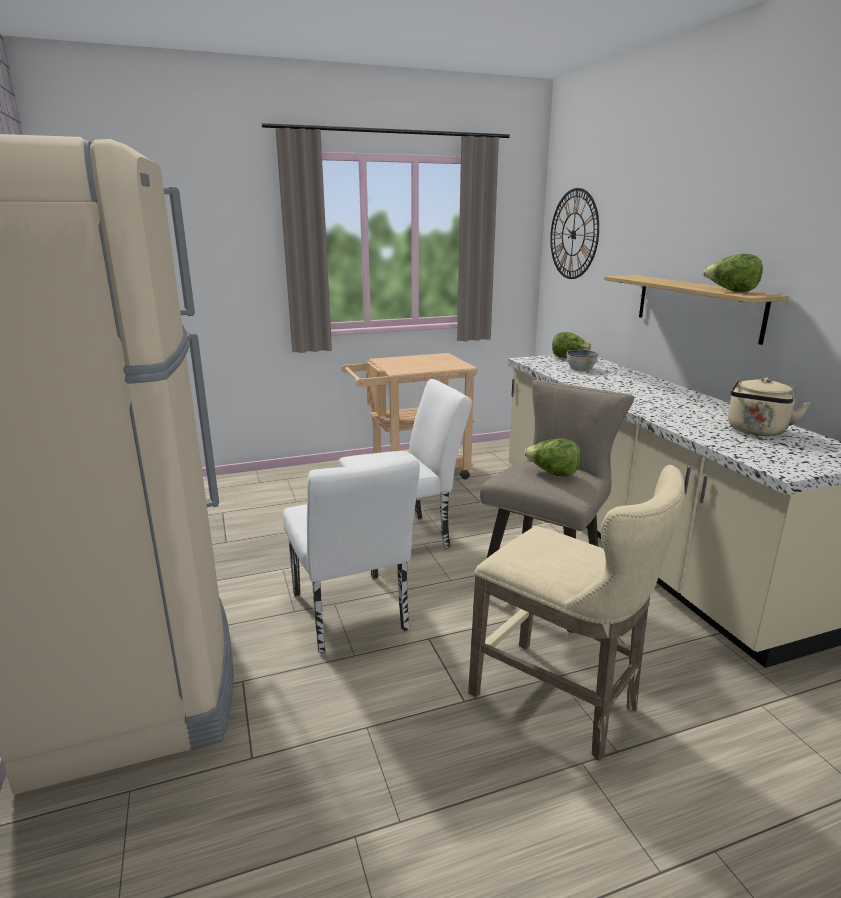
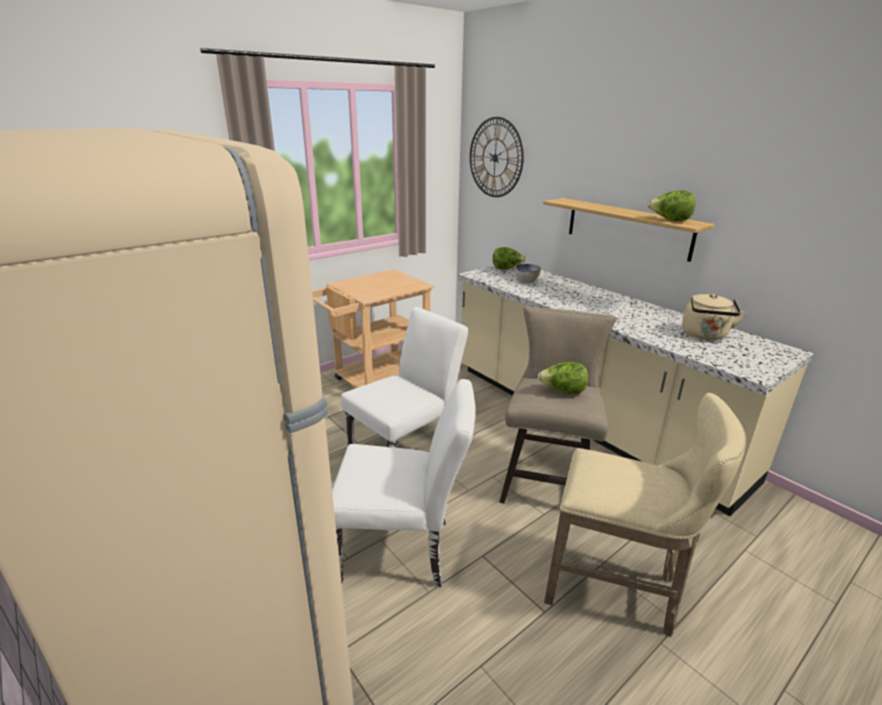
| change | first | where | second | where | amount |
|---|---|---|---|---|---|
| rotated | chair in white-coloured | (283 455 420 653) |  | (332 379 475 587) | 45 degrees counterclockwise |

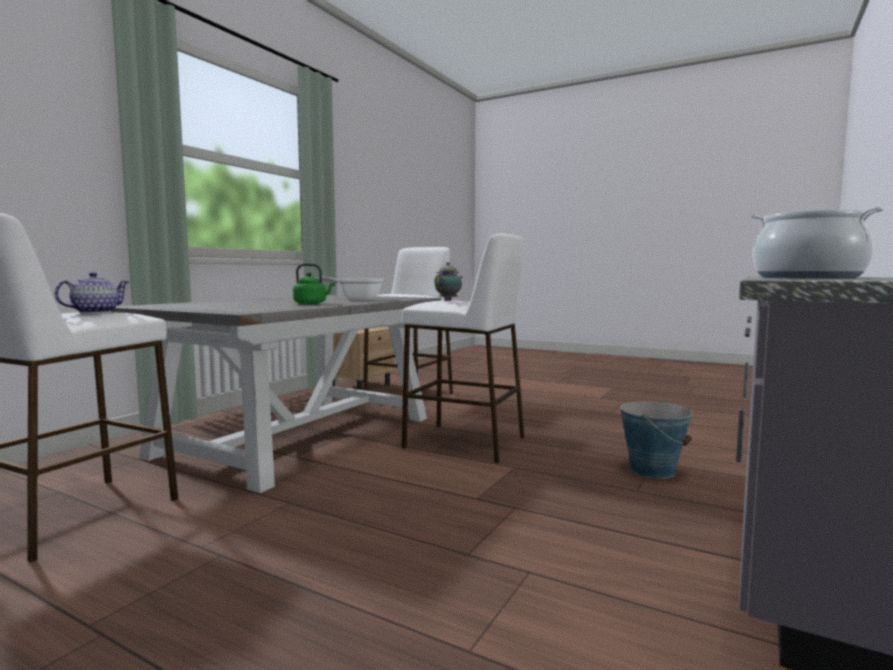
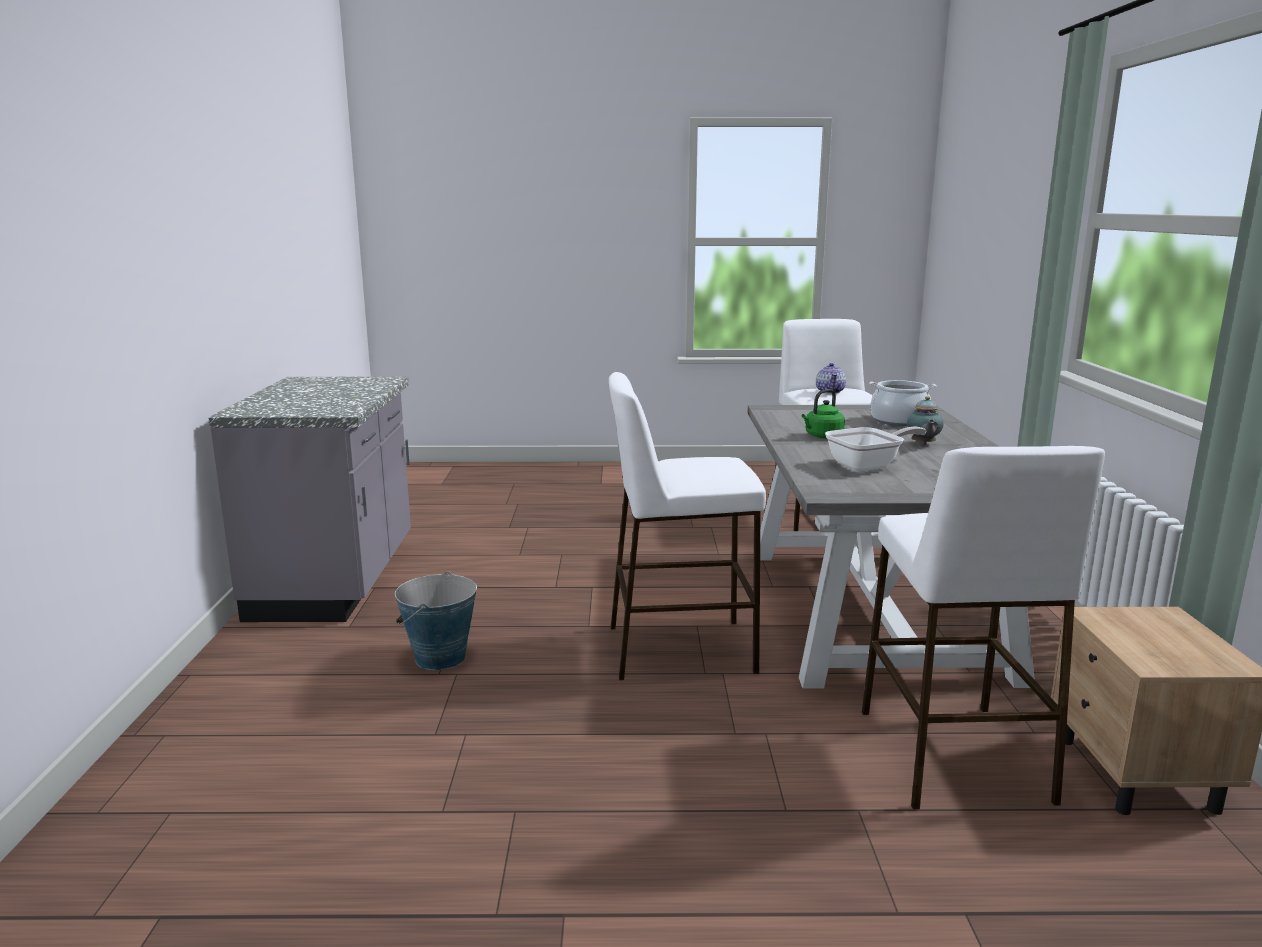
| change | first | where | second | where | amount |
|---|---|---|---|---|---|
| shifted | tea pot | (434 262 463 301) |  | (907 396 944 445) |  |
| shifted | cooking pot | (750 207 884 278) |  | (869 380 937 426) |  |

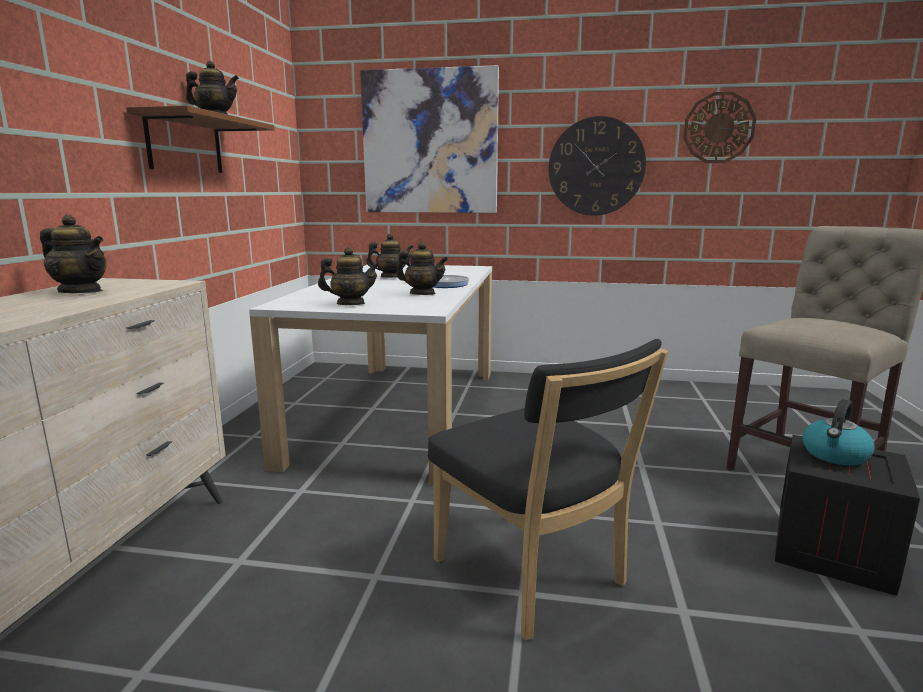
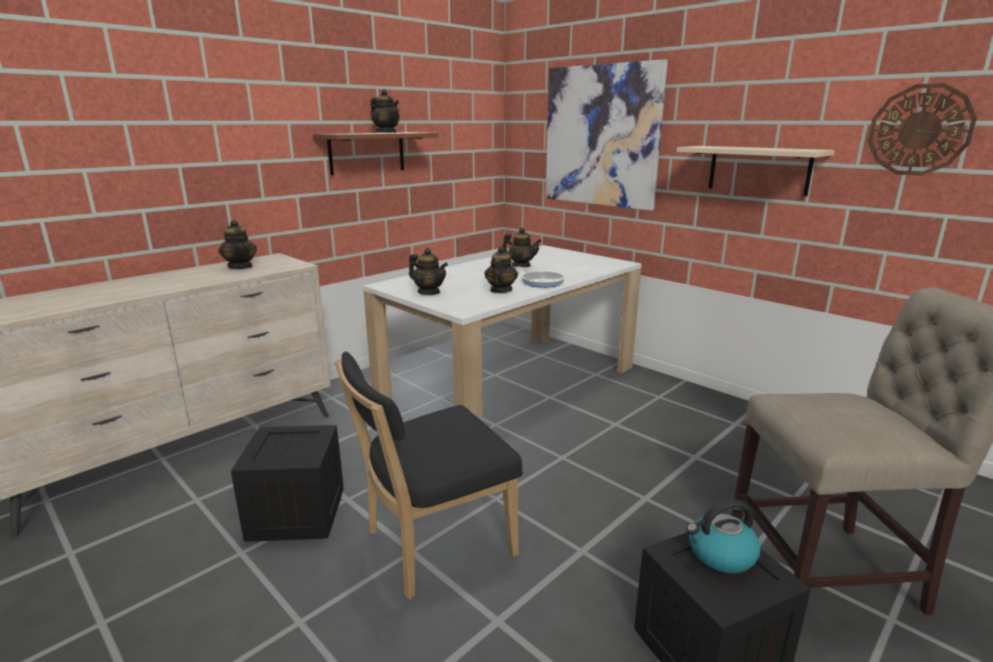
| change | first | where | second | where | amount |
|---|---|---|---|---|---|
| rotated | tea pot | (396 242 448 295) |  | (485 246 518 293) | 135 degrees counterclockwise |
| rotated | chair in black | (428 339 668 640) |  | (335 351 523 600) | 60 degrees clockwise |
| swapped | wall clock | (549 116 646 216) | bracket shelf in sand-coloured | (676 146 835 196) |  |
| new |  |  | crate | (231 425 343 542) |  |

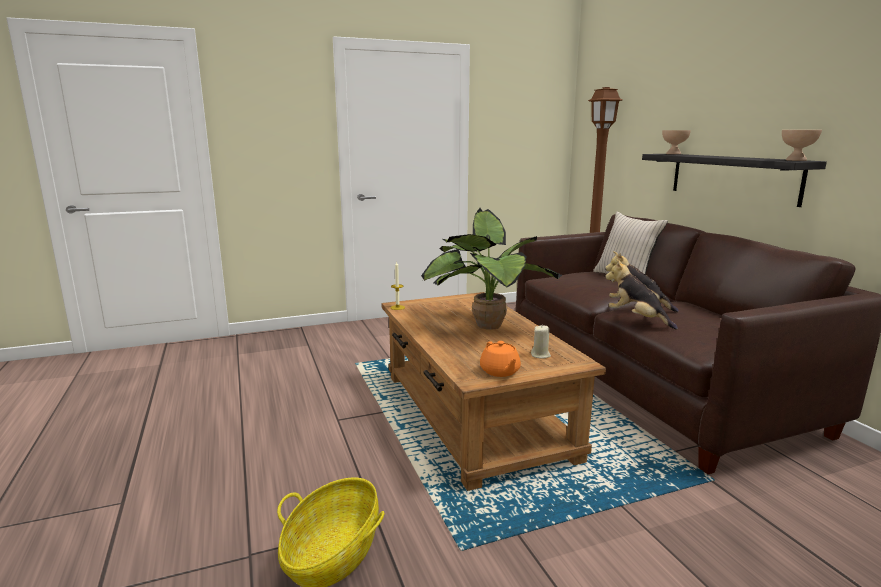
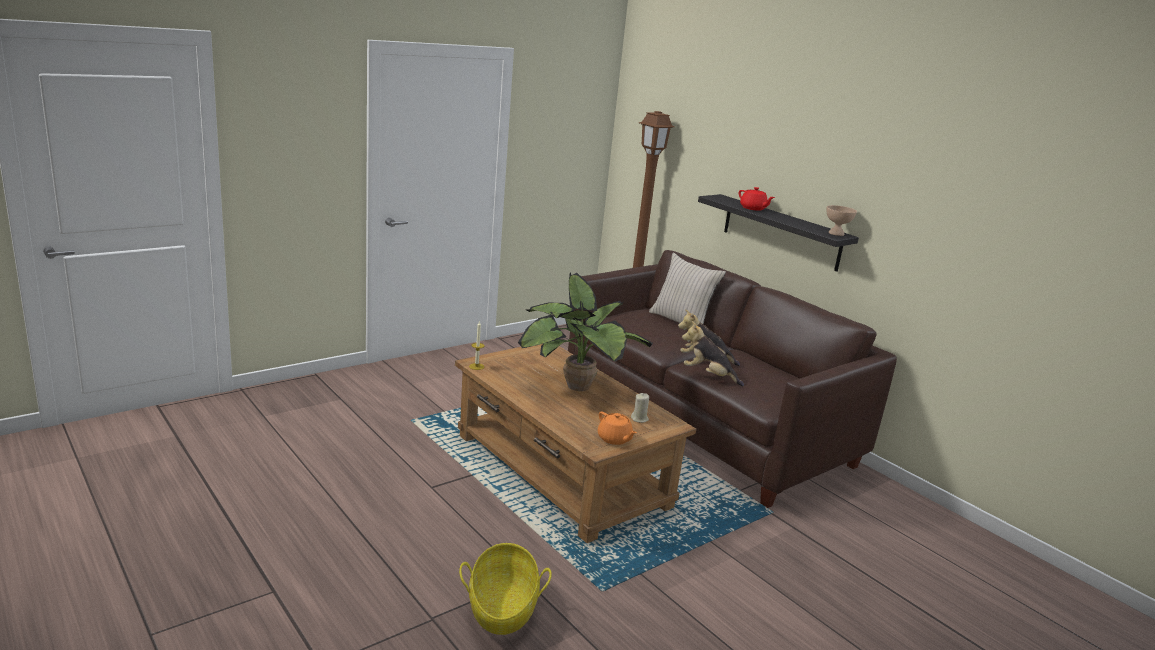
| change | first | where | second | where | amount |
|---|---|---|---|---|---|
| gone | deep dish in sand-coloured | (662 130 691 154) |  |  |  |
| new |  |  | tea pot in red | (739 187 775 211) |  |

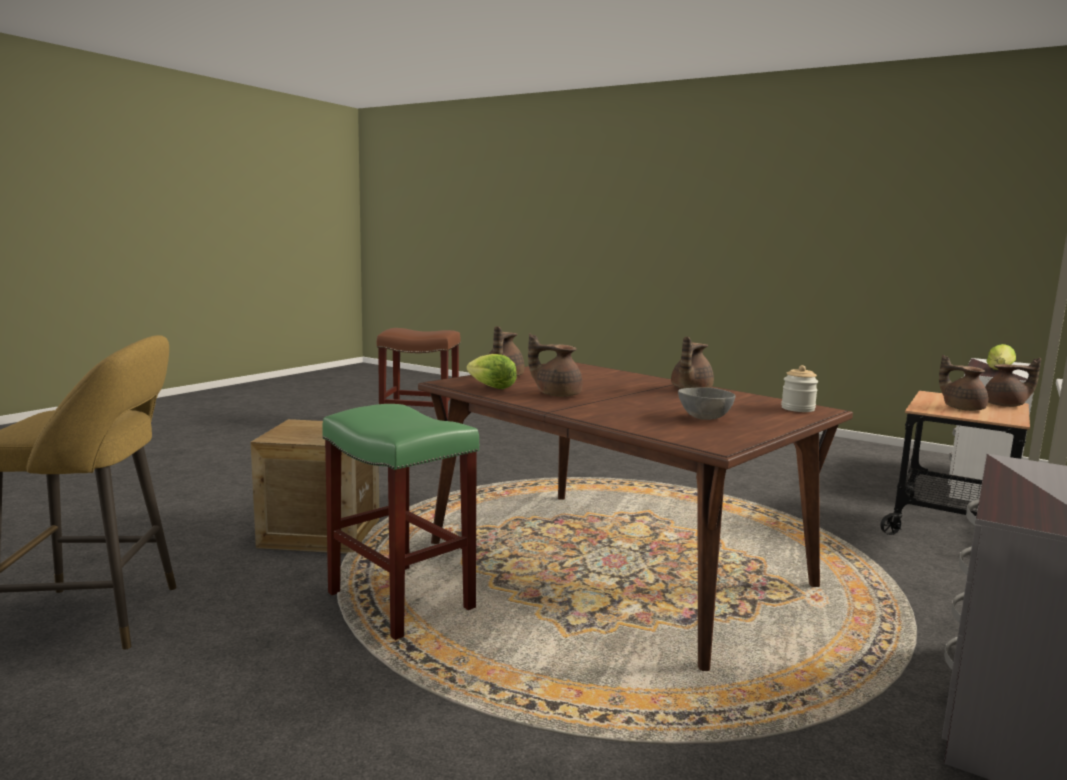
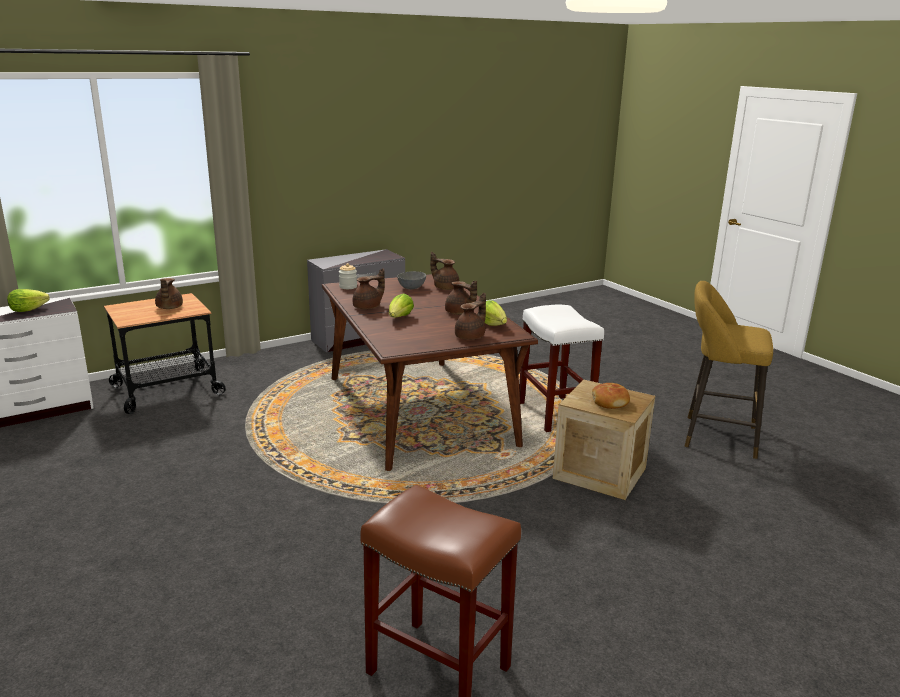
| change | first | where | second | where | amount |
|---|---|---|---|---|---|
| repainted | stool seat in greenish | (322 404 479 640) | stool seat in white-coloured | (519 305 604 432) |  |
| shifted | tea pot in brown | (985 358 1041 407) |  | (430 252 460 290) |  |
| new |  |  | lettuce | (389 293 414 318) |  |
| new |  |  | bread | (592 383 630 409) |  |

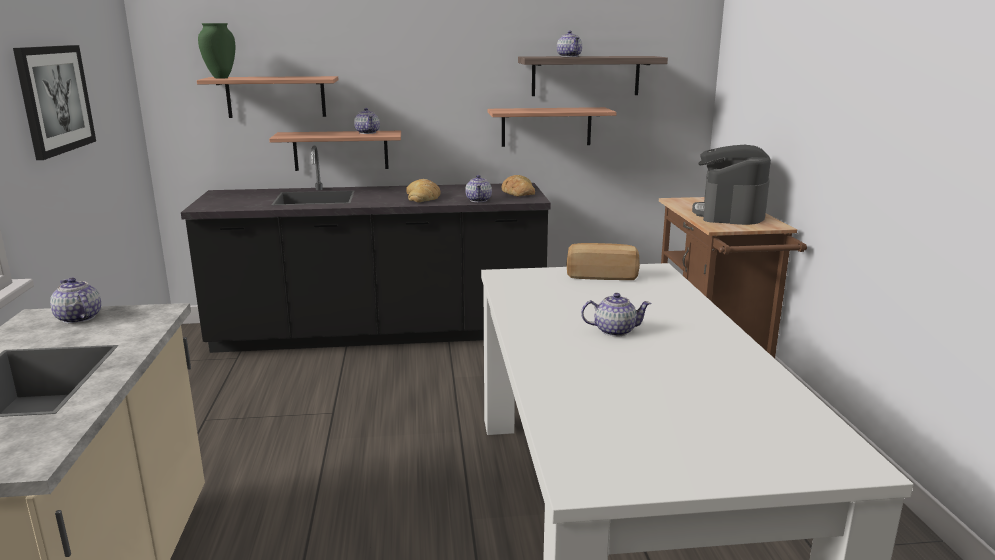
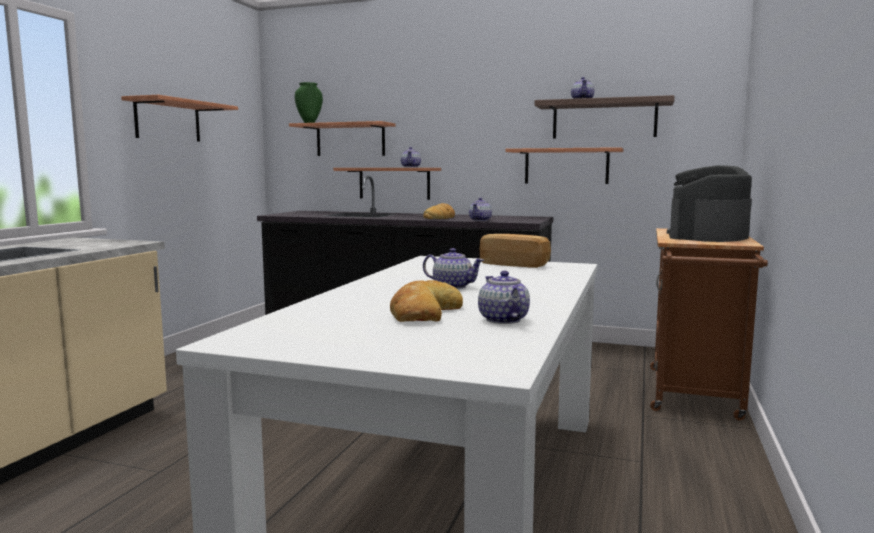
| change | first | where | second | where | amount |
|---|---|---|---|---|---|
| swapped | picture | (13 45 96 160) | bracket shelf | (121 95 238 142) |  |
| shifted | tea pot | (50 278 101 324) |  | (478 271 530 324) |  |
| shifted | bread | (501 175 535 196) |  | (390 280 463 322) |  |

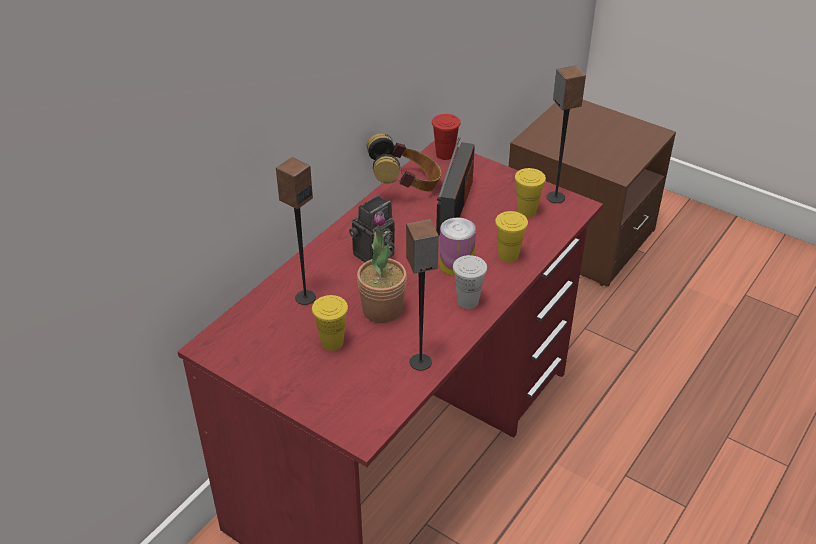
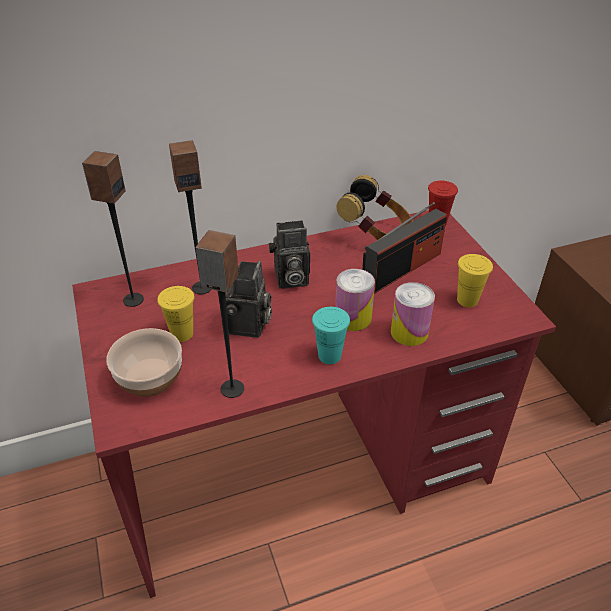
| change | first | where | second | where | amount |
|---|---|---|---|---|---|
| swapped | houseplant | (357 211 407 323) | still camera | (225 261 272 338) |  |
| repainted | small cup in white-coloured | (453 255 487 309) | small cup in blue-green | (312 307 350 364) |  |
| swapped | small cup in yellowish | (495 211 528 262) | can | (391 282 435 346) |  |
| shifted | loudspeaker | (547 66 586 203) |  | (82 151 144 307) |  |
| new |  |  | deep dish | (106 328 182 397) |  |

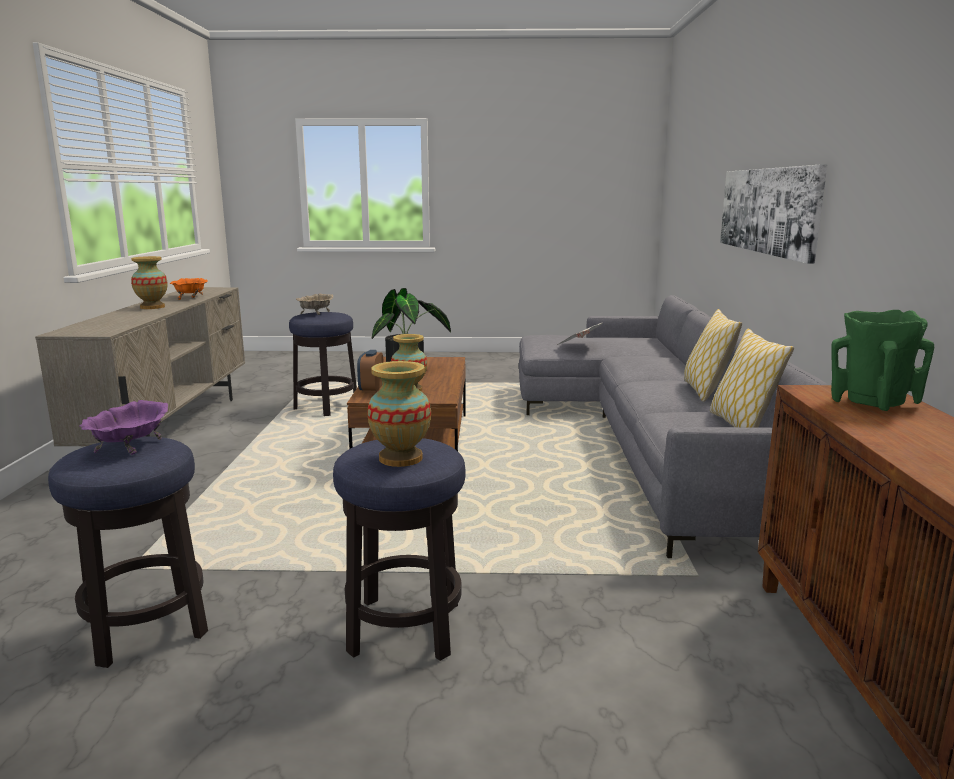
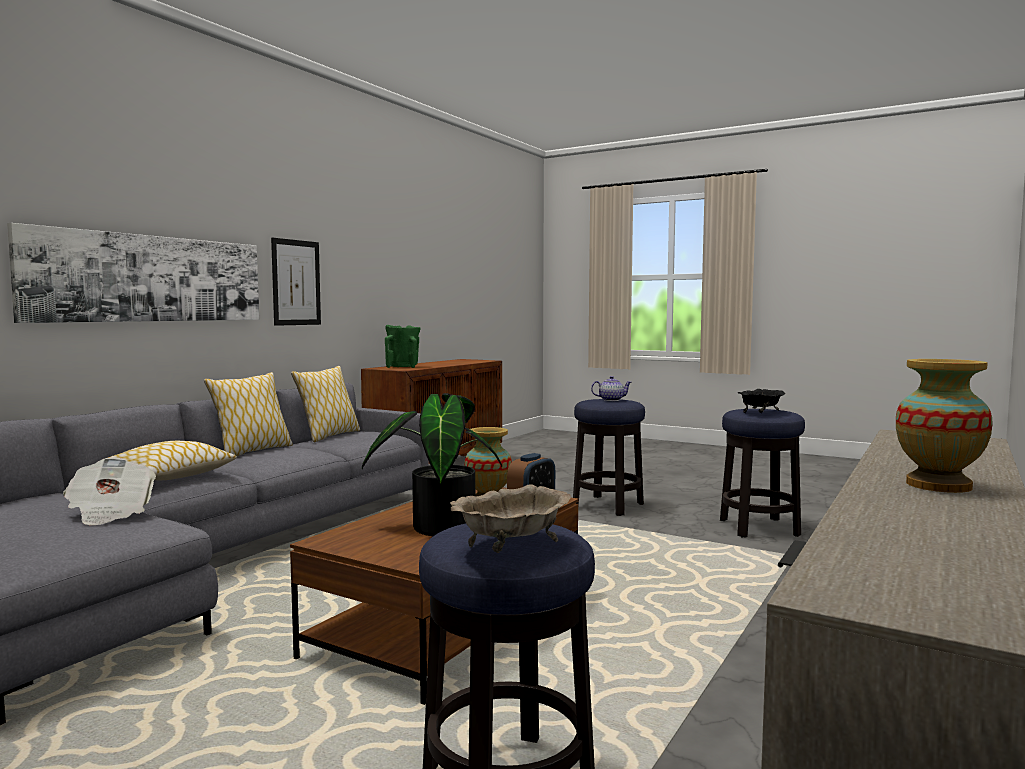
| change | first | where | second | where | amount |
|---|---|---|---|---|---|
| repainted | deep dish in purple-coloured | (80 400 168 455) | deep dish in black | (737 389 785 413) |  |
| gone | deep dish in orangey | (170 278 208 300) |  |  |  |
| swapped | flower vase | (367 361 431 467) | tea pot | (591 376 631 401) |  |
| new |  |  | pillow | (108 441 237 480) |  |
| new |  |  | picture | (271 238 321 326) |  |

